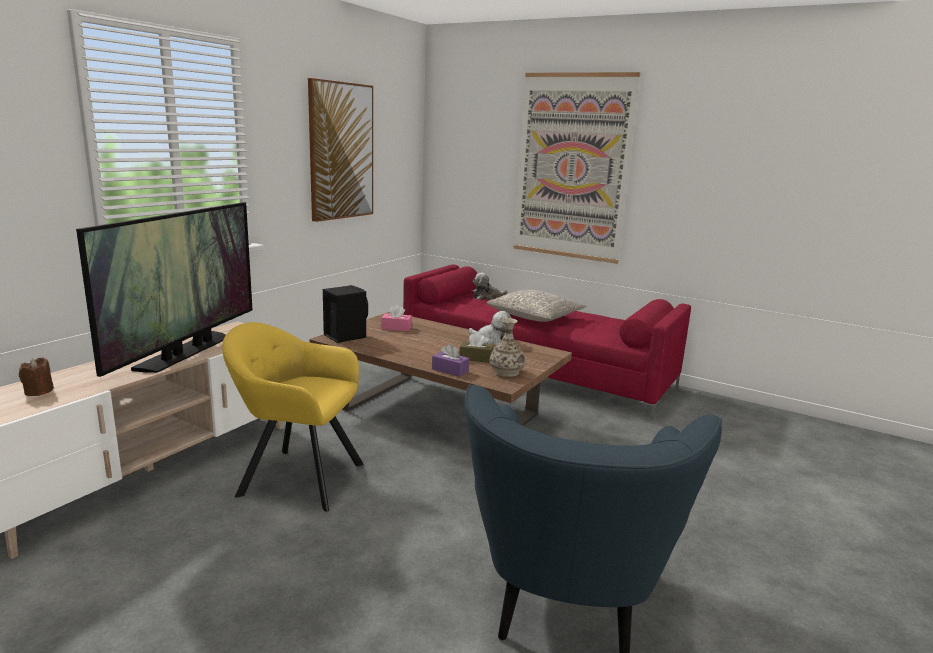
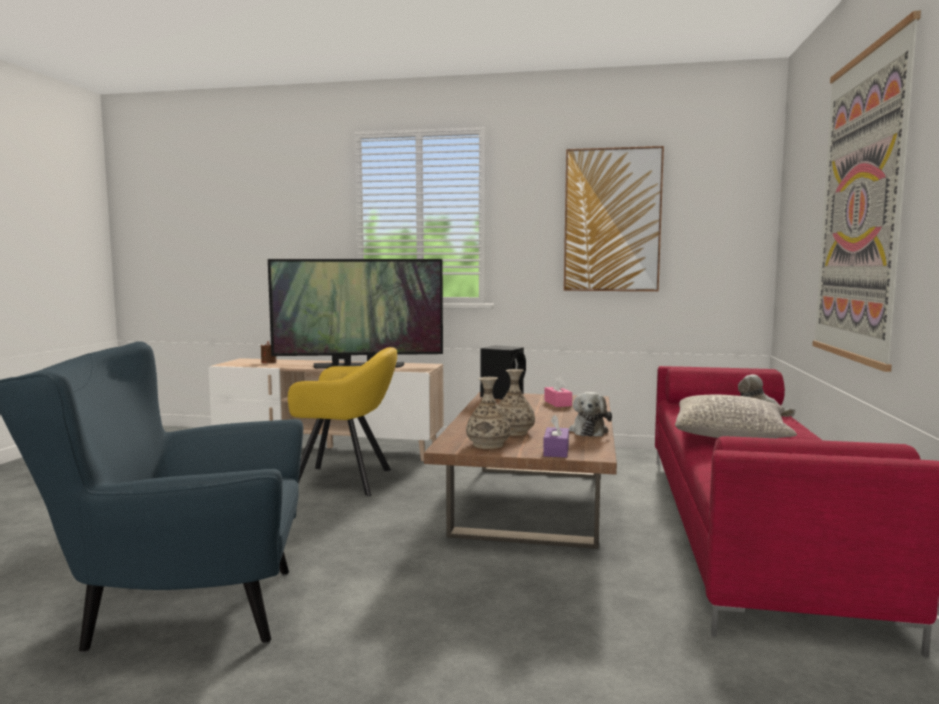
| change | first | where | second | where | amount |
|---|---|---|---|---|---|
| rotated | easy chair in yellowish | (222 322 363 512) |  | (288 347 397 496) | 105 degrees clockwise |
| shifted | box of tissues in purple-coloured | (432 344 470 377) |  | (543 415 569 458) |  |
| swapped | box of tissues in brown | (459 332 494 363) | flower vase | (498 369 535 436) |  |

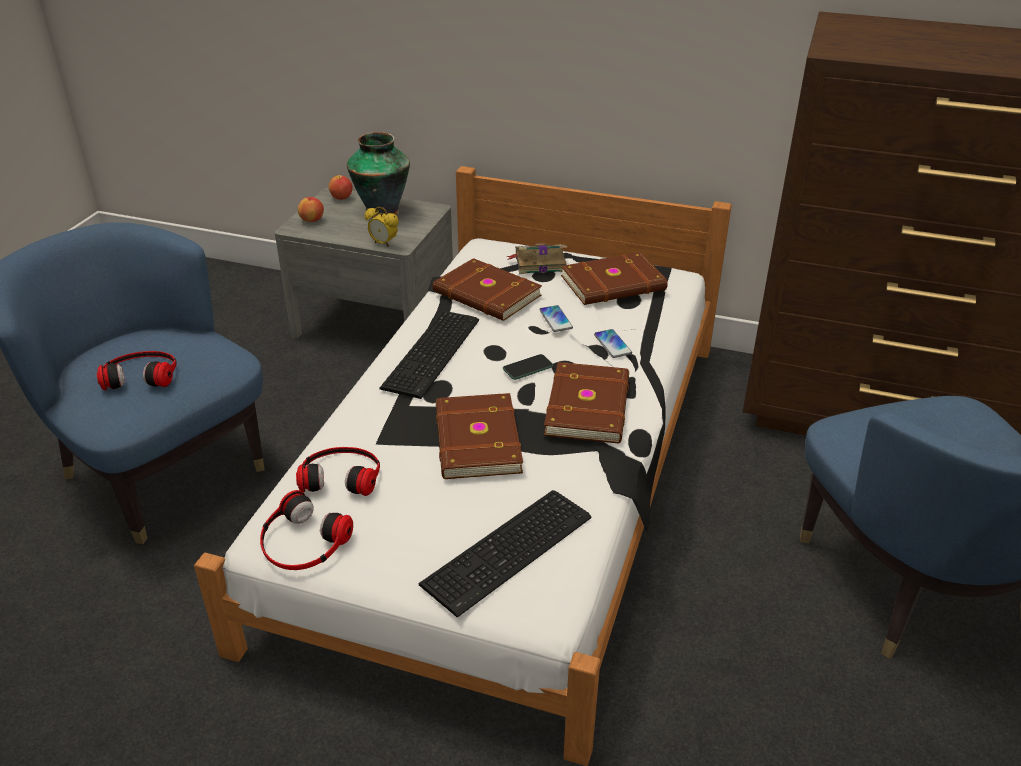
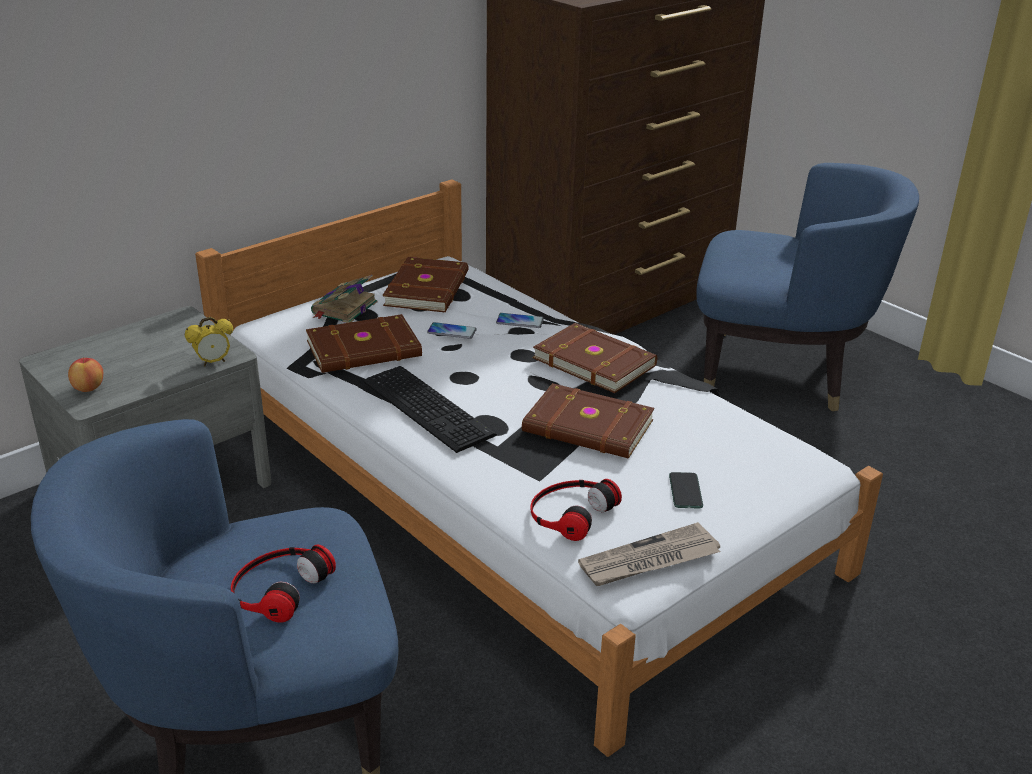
| change | first | where | second | where | amount |
|---|---|---|---|---|---|
| swapped | pair of headphones | (260 490 353 570) | printed paper | (578 522 720 586) |  |
| gone | apple fruit | (329 175 353 200) |  |  |  |
| gone | flower vase | (347 132 410 218) |  |  |  |
| gone | PC keyboard | (418 490 591 618) |  |  |  |
| shifted | handset | (503 354 553 380) |  | (669 472 703 508) |  |

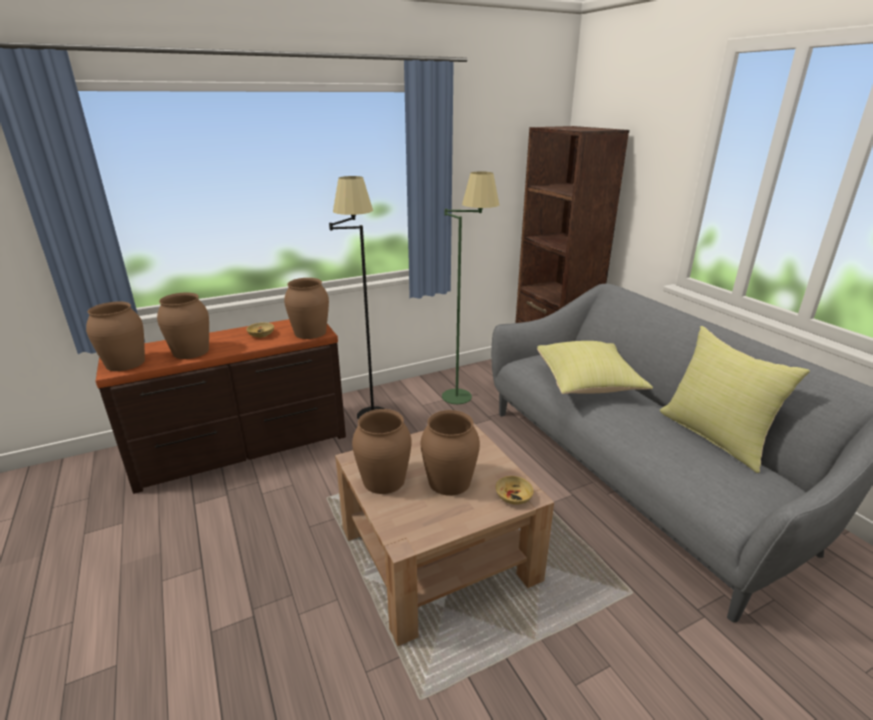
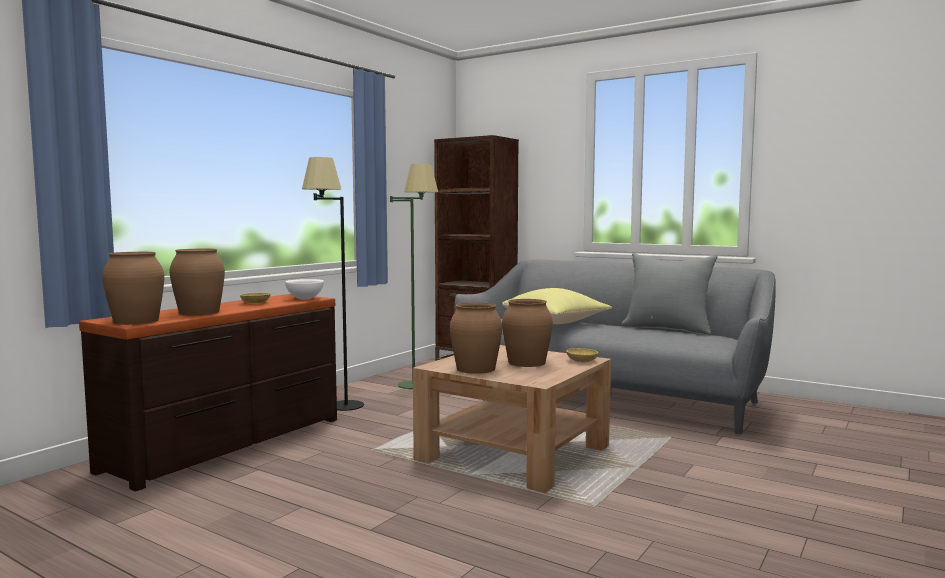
| change | first | where | second | where | amount |
|---|---|---|---|---|---|
| swapped | flower vase in brown | (284 278 329 339) | deep dish in white-coloured | (285 279 324 299) |  |
| repainted | pillow in yellowish | (660 326 810 473) | pillow in greyish | (621 253 718 335) |  |

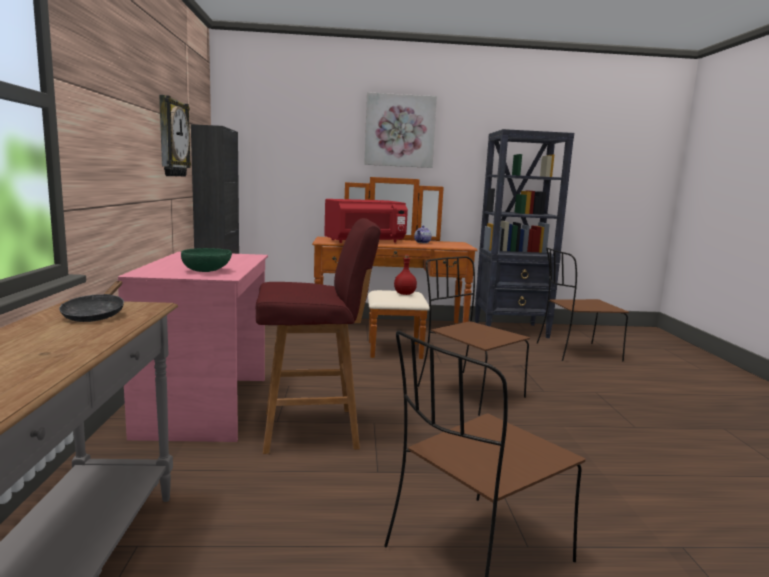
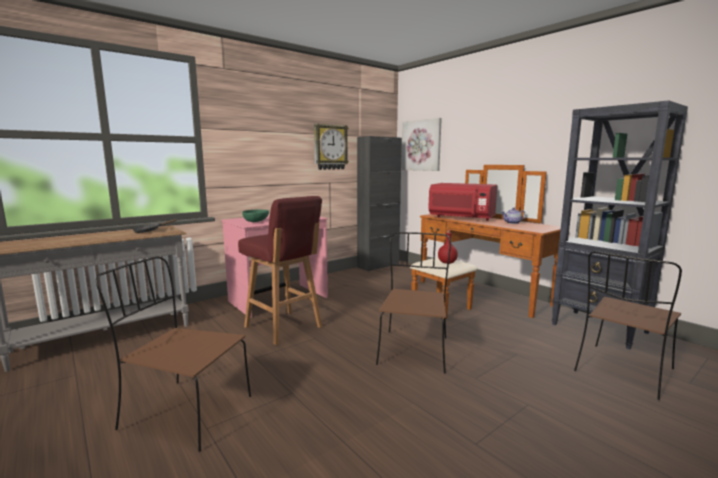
| change | first | where | second | where | amount |
|---|---|---|---|---|---|
| shifted | picture | (364 92 437 168) |  | (401 118 442 171) |  |
| rotated | chair in brown | (537 247 629 362) |  | (574 251 682 400) | 90 degrees counterclockwise |

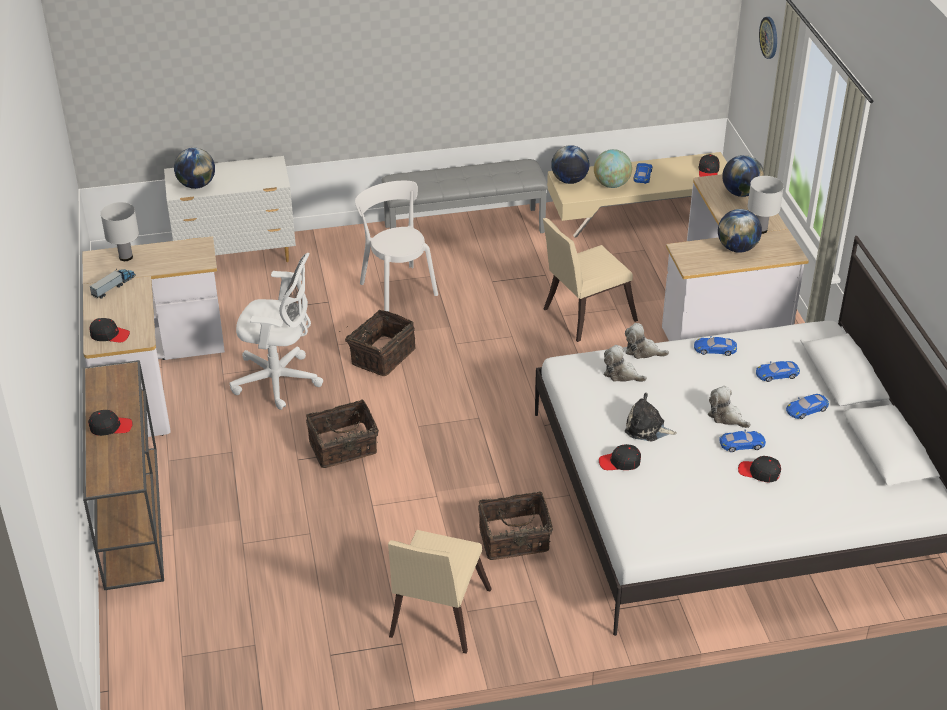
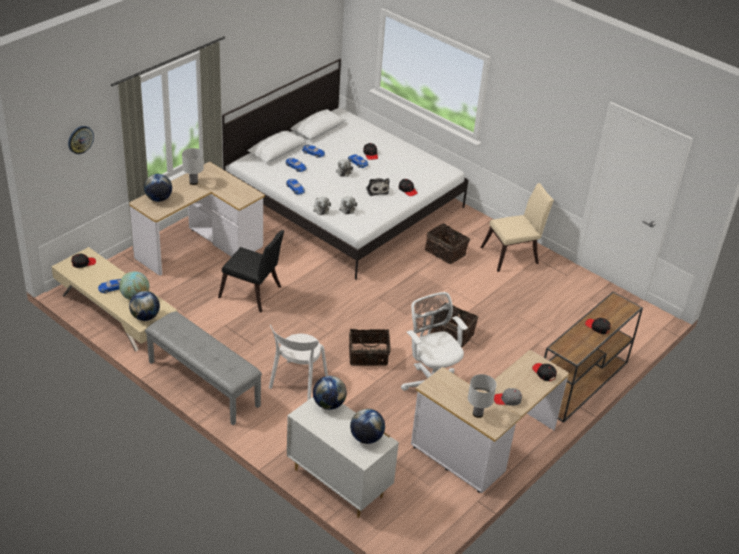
| change | first | where | second | where | amount |
|---|---|---|---|---|---|
| swapped | toy lorry | (89 269 136 299) | peaked cap in greyish | (494 388 522 406) |  |
| repainted | chair in sand-coloured | (543 218 638 342) | chair in black | (218 230 284 312) |  |
| shifted | desk globe | (718 209 762 253) |  | (313 376 347 410) |  |

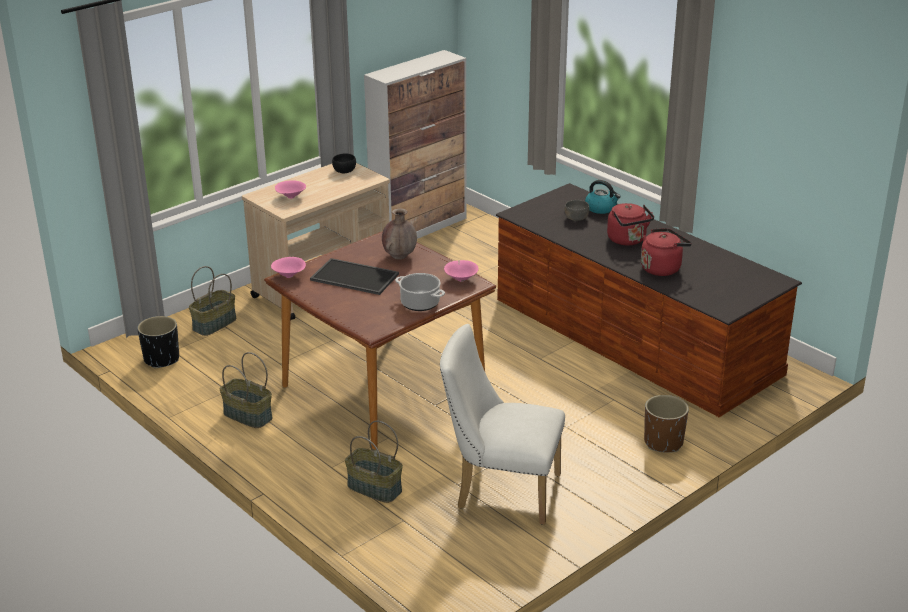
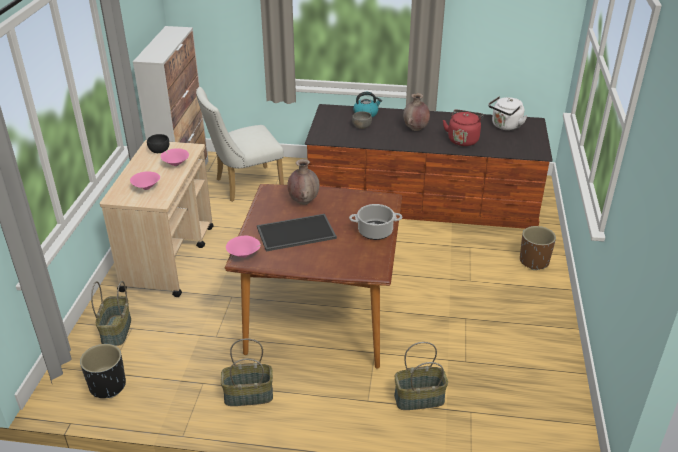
| change | first | where | second | where | amount |
|---|---|---|---|---|---|
| shifted | chair in white-coloured | (440 324 565 525) |  | (196 87 284 202) |  |
| shifted | deep dish in pinkish | (444 260 479 282) |  | (161 148 189 166) |  |
| swapped | tea kettle in red | (607 203 654 246) | flower vase in brown | (403 93 430 131) |  |
| new |  |  | tea kettle in white-coloured | (488 96 527 130) |  |

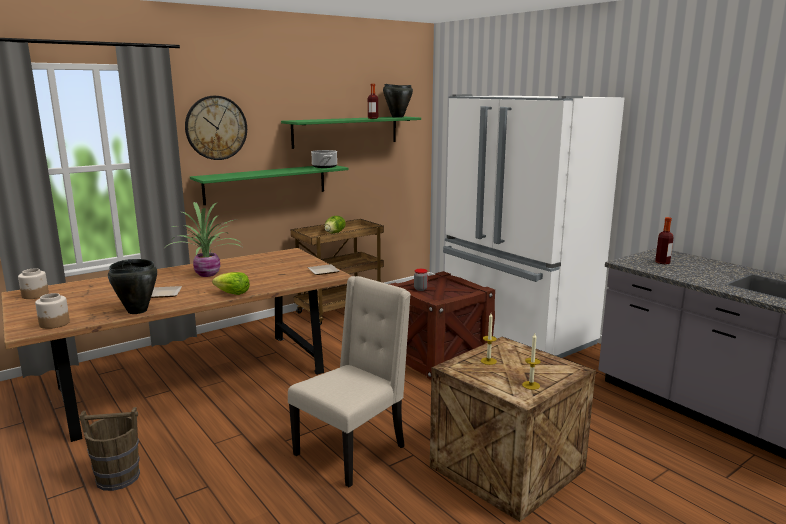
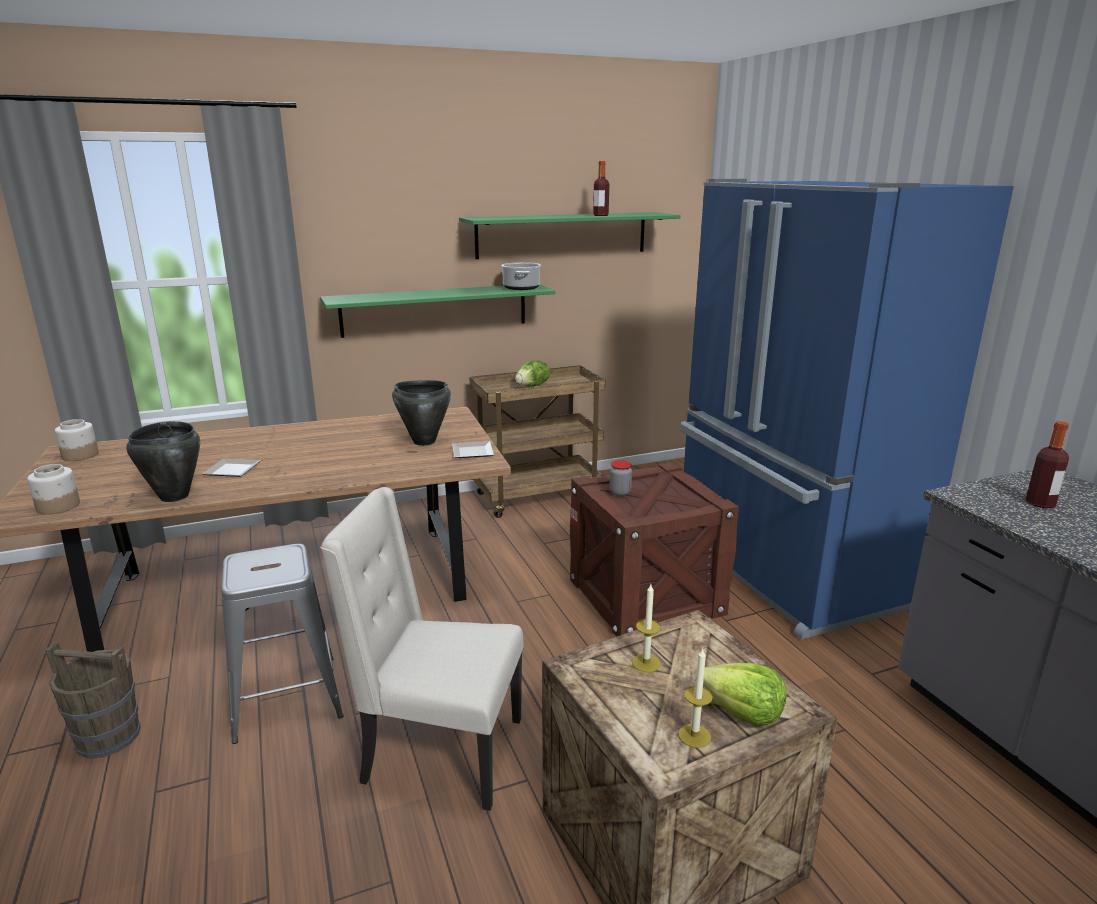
| change | first | where | second | where | amount |
|---|---|---|---|---|---|
| gone | houseplant | (167 202 242 277) |  |  |  |
| gone | wall clock | (185 96 247 160) |  |  |  |
| shifted | lettuce | (212 272 250 295) |  | (696 663 787 727) |  |
| rotated | chair in sand-coloured | (288 276 411 487) |  | (320 487 524 811) | 135 degrees counterclockwise |
| shifted | cooking pot in black | (383 84 413 117) |  | (392 380 451 446) |  |
| repainted | kitchen fridge in white-coloured | (443 94 625 358) | kitchen fridge in blue | (680 179 1014 639) |  |
| new |  |  | stool seat in greyish | (221 544 343 744) |  |

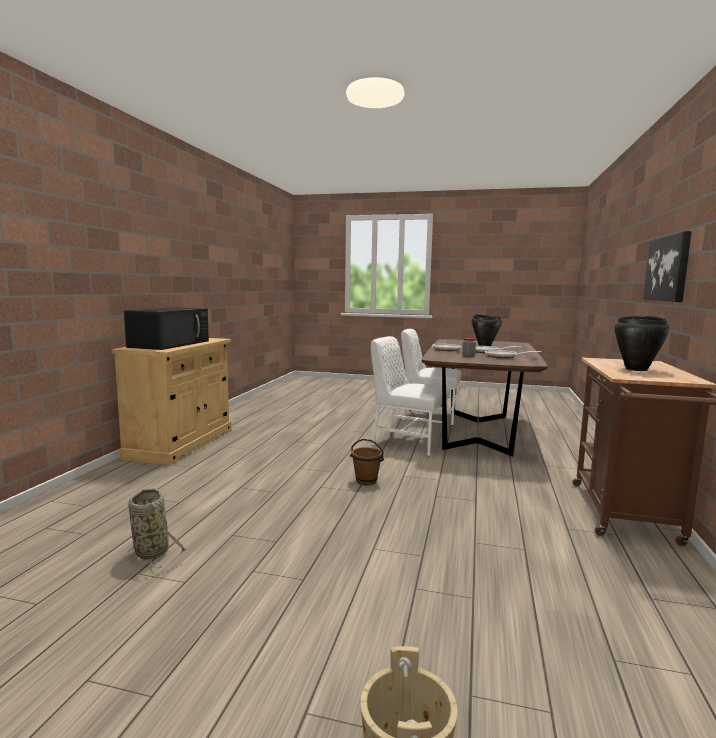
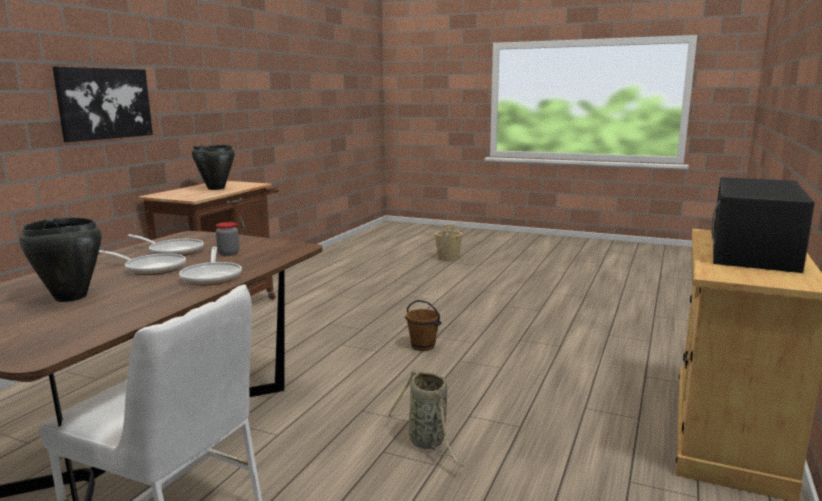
| change | first | where | second | where | amount |
|---|---|---|---|---|---|
| shifted | household basket | (128 488 187 568) |  | (386 370 465 467) |  |
| gone | chair in white-coloured | (371 336 450 456) |  |  |  |

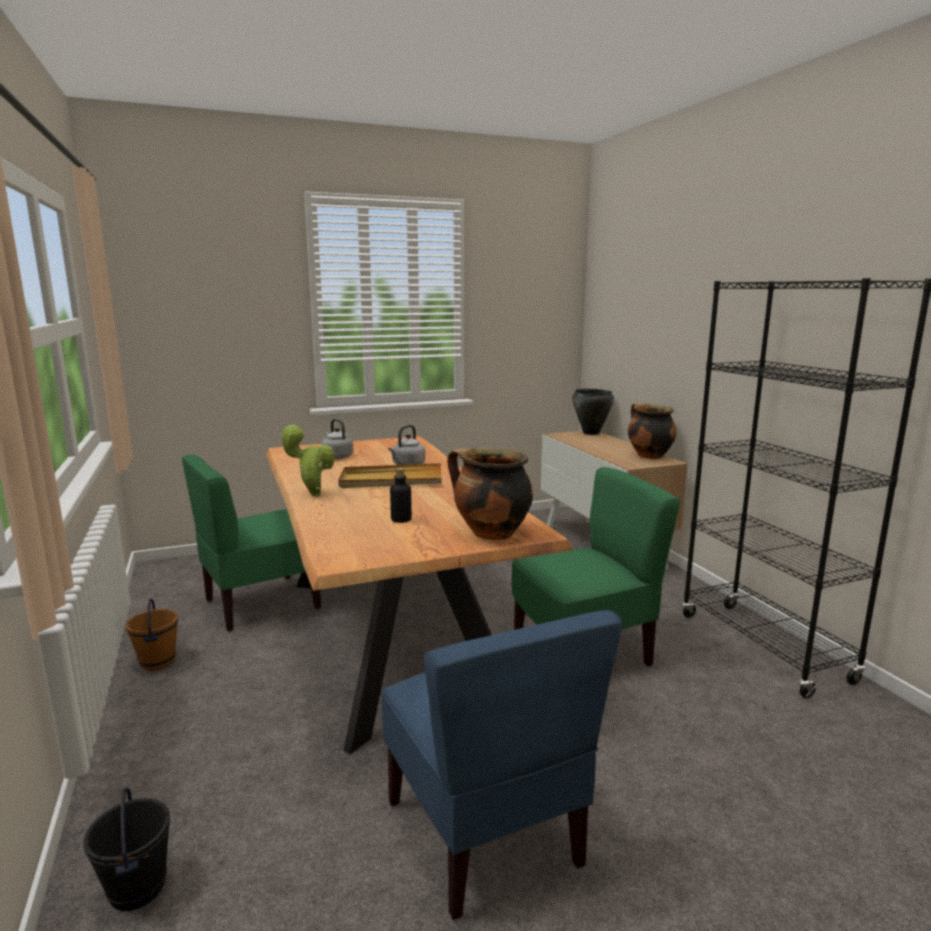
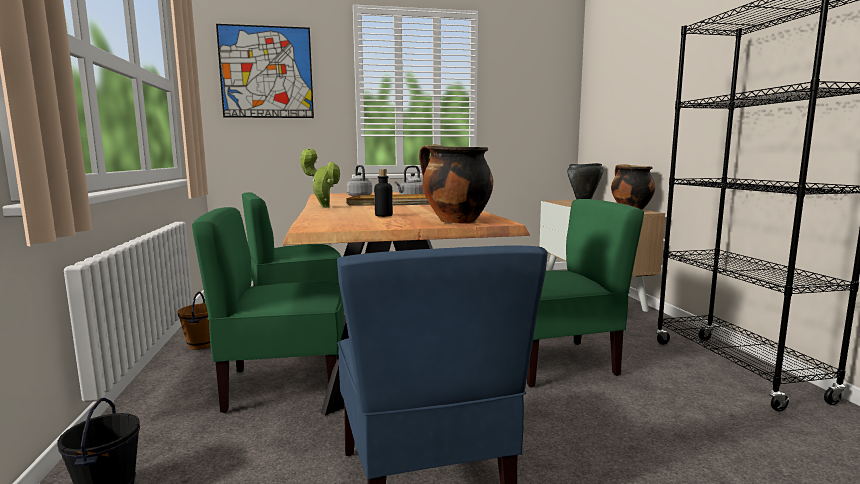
| change | first | where | second | where | amount |
|---|---|---|---|---|---|
| new |  |  | chair in greenish | (192 207 344 413) |  |
| new |  |  | picture | (216 24 314 118) |  |

